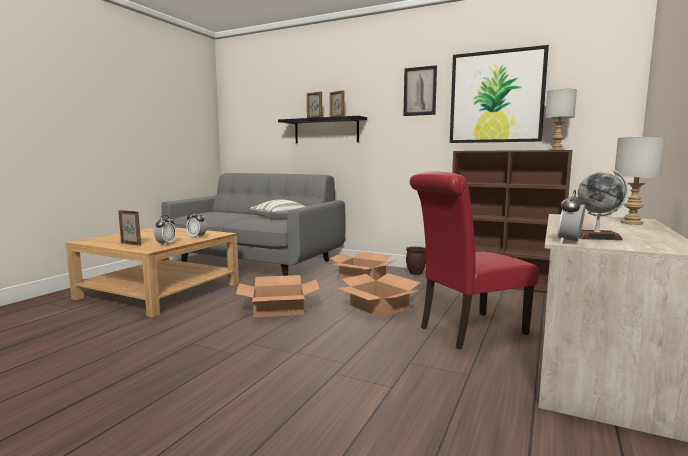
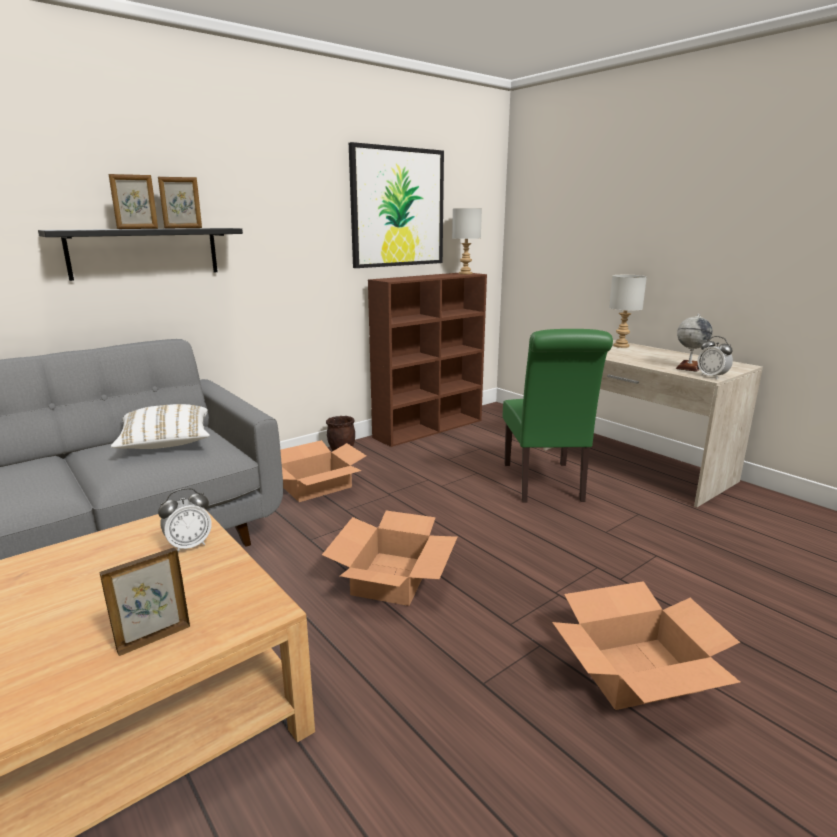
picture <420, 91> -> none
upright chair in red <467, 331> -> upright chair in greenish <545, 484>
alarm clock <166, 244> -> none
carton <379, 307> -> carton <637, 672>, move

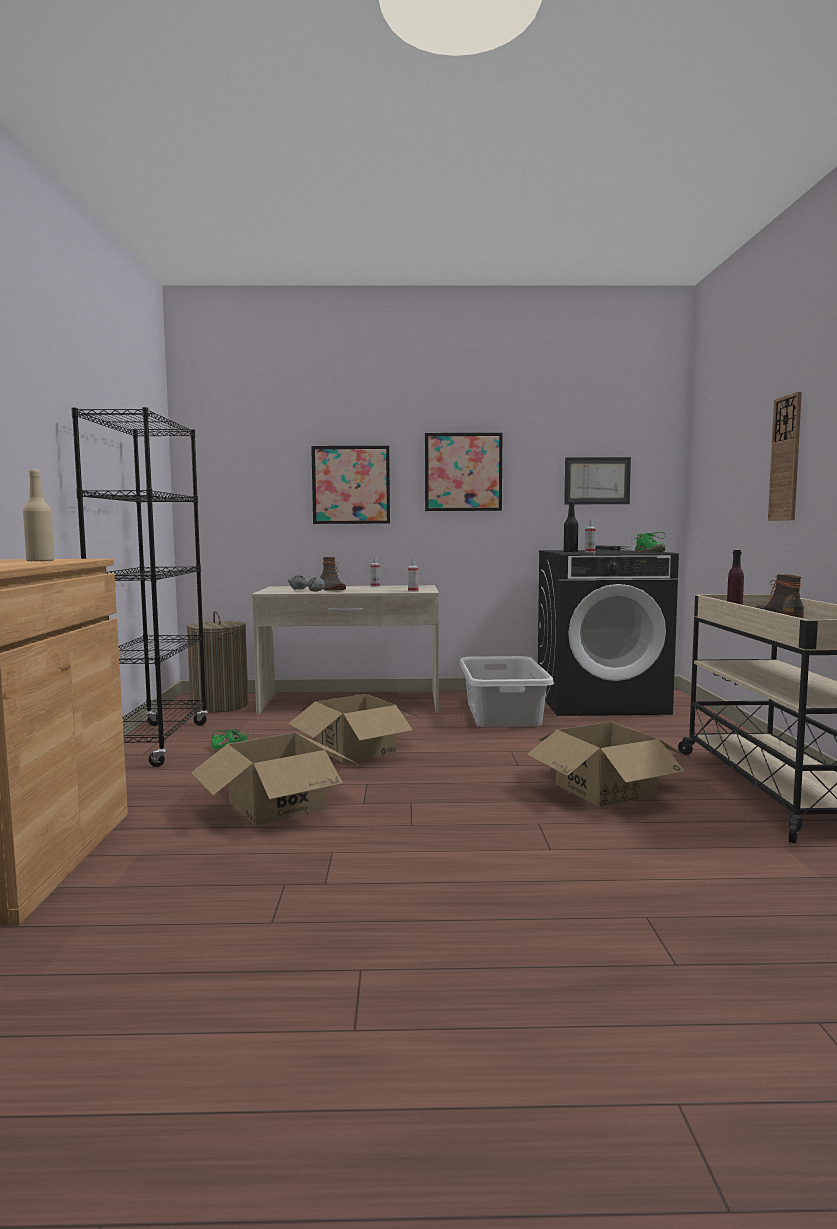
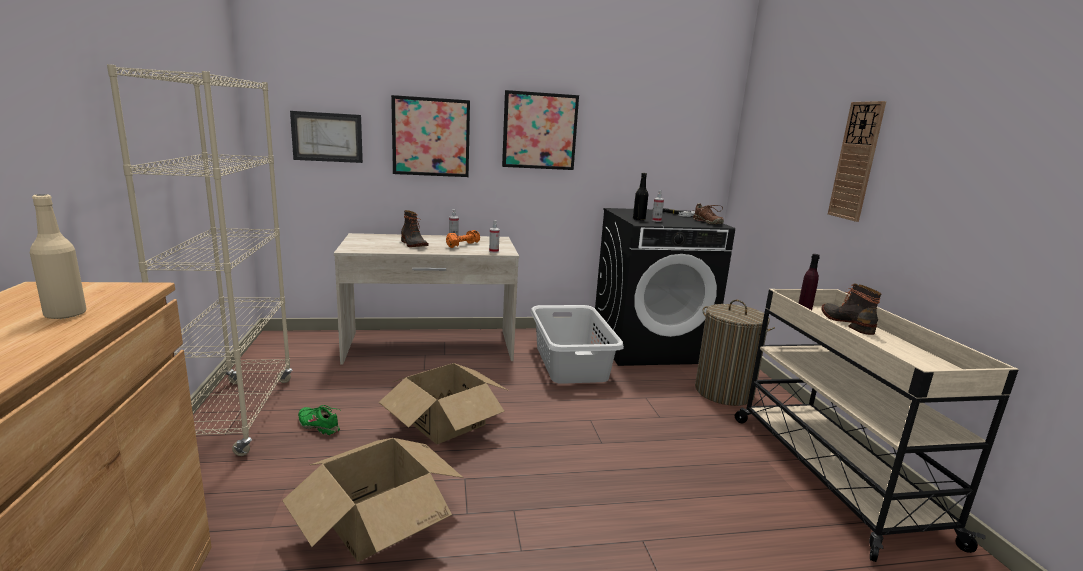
bookcase in blackish <155, 744> -> bookcase in beige-coloured <238, 415>
picture <597, 481> -> picture <327, 137>, move
shoe in greenish <649, 552> -> shoe in brown <707, 222>
hand weight in gray <307, 591> -> none
hamper <219, 705> -> hamper <724, 392>, move
carton <605, 789> -> none
none -> hand weight in orange <462, 245>

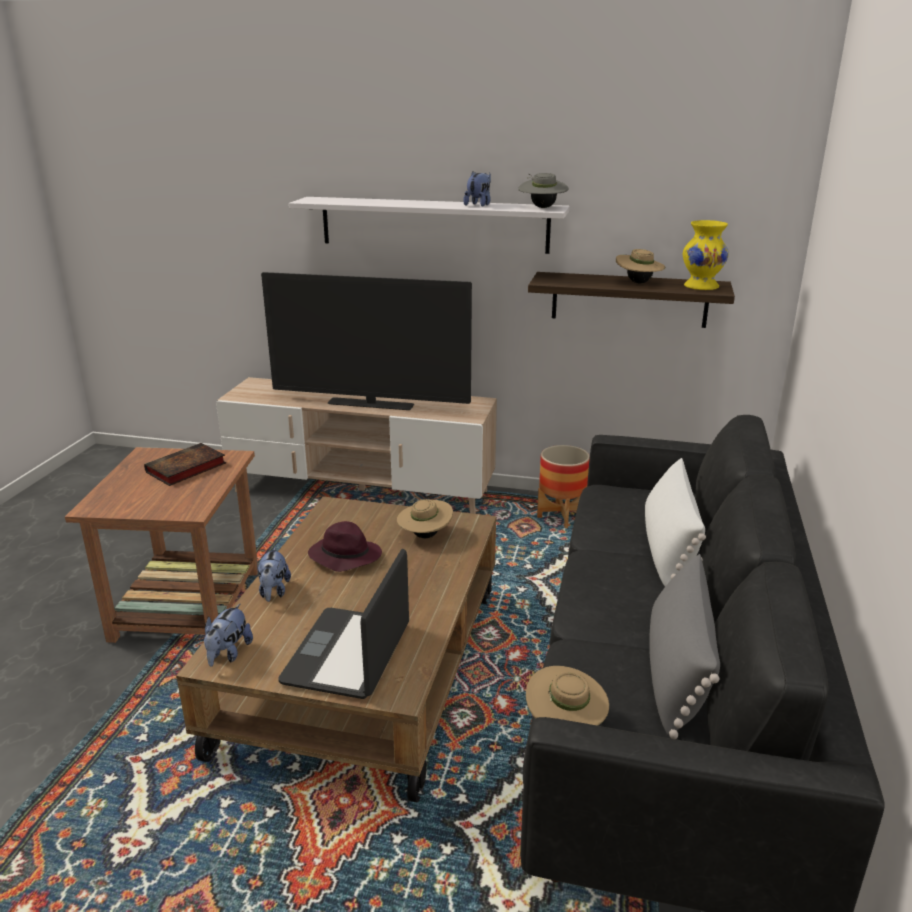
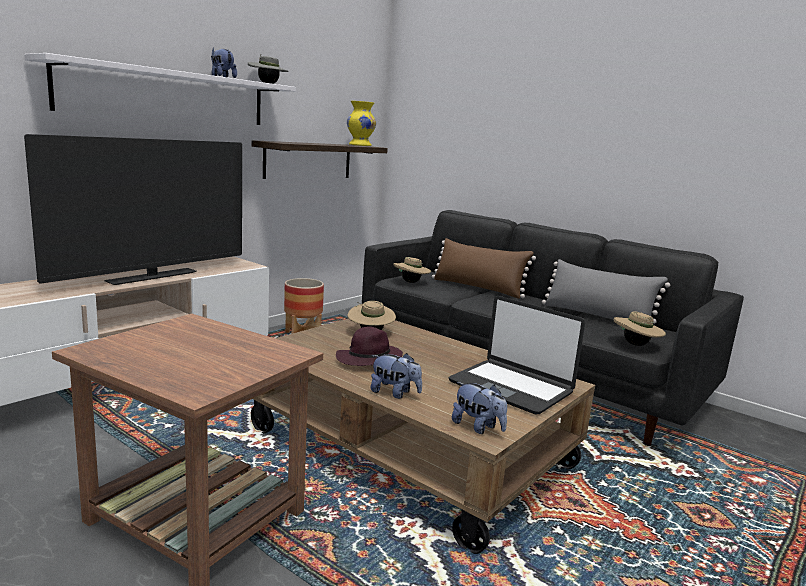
hat in beige-coloured <638, 283> -> hat in beige-coloured <411, 282>, move
book <185, 469> -> none
throw pillow in white <668, 547> -> throw pillow in brown <478, 288>

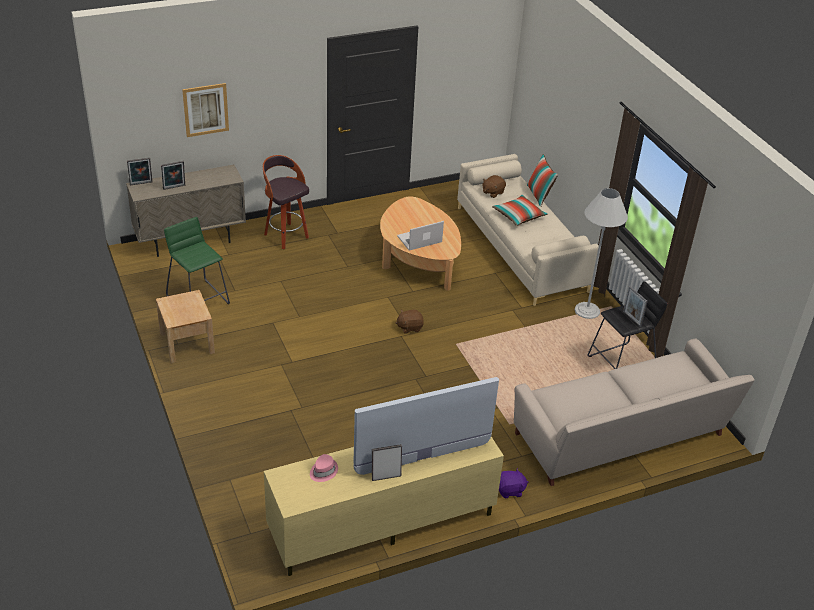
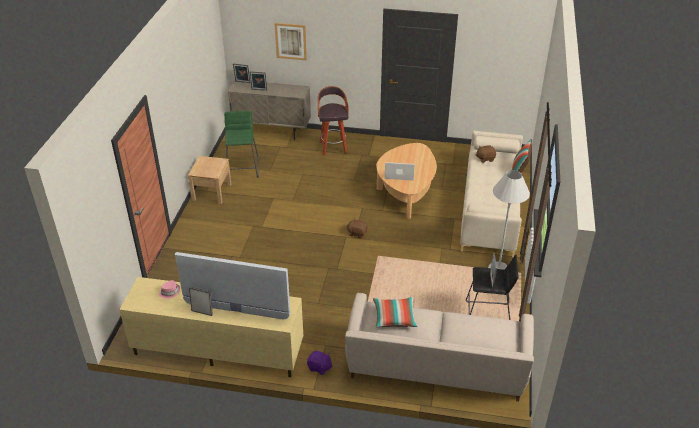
throw pillow <519, 216> -> throw pillow <394, 317>, move

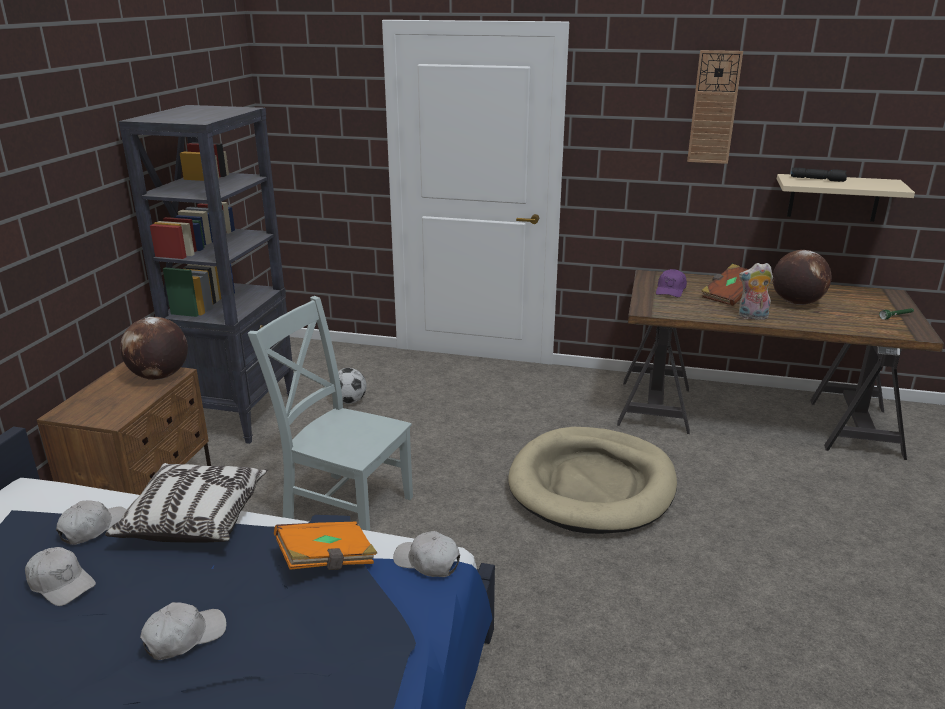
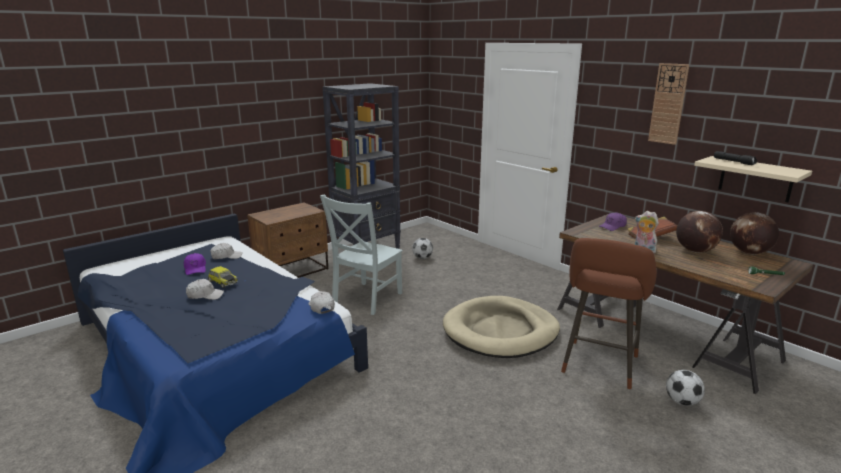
upright chair in gray <345, 507> -> upright chair in gray <365, 299>, 120 degrees counterclockwise
desk globe <159, 376> -> desk globe <749, 253>, move
throw pillow <195, 518> -> none
book in orange <327, 560> -> none
cap in white <61, 583> -> cap in purple-coloured <195, 269>
none -> stool seat in brown <599, 366>
none -> toy car <222, 282>
none -> football <682, 402>

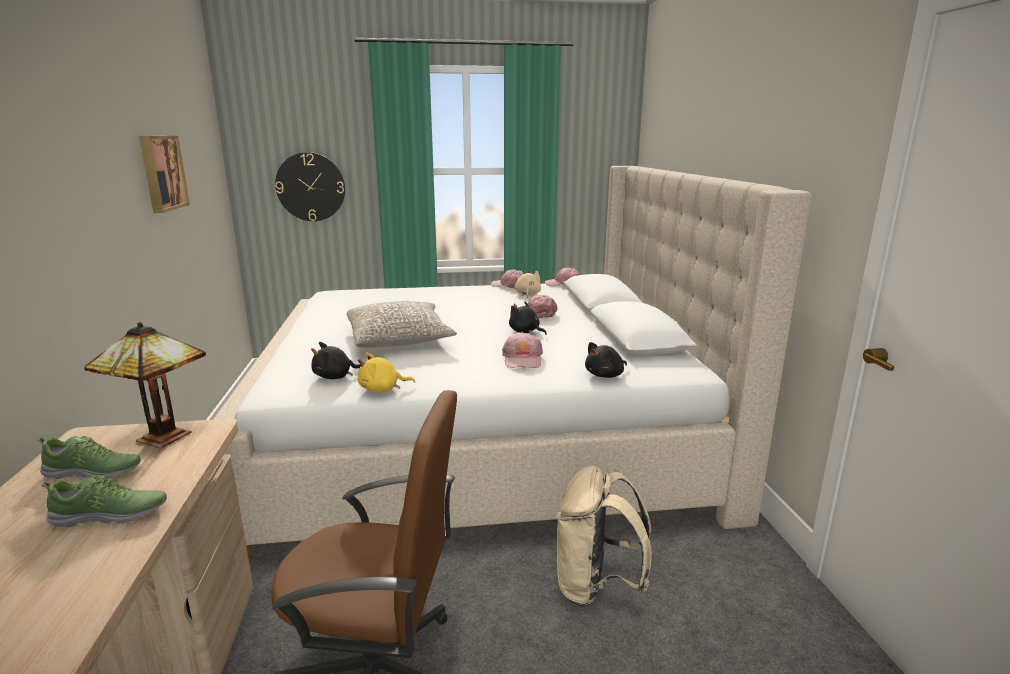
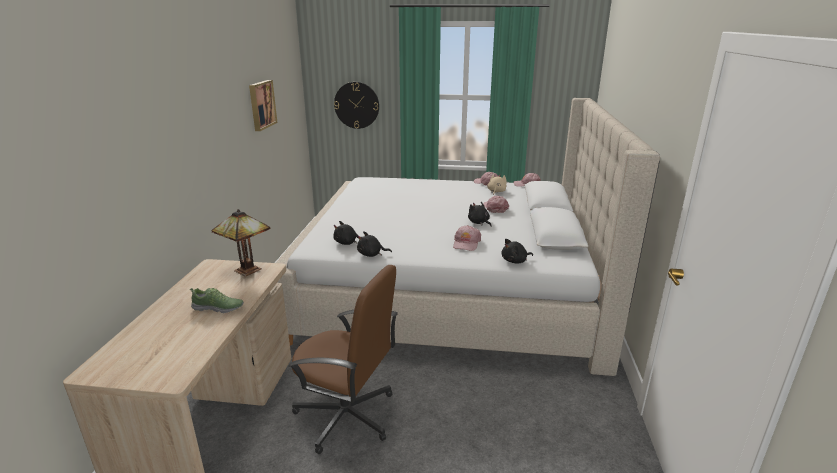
throw pillow in gray <399, 339> -> none
plush toy in yellowish <382, 389> -> plush toy in blackish <371, 254>
shoe <94, 472> -> none
rucksack in beige-coloured <596, 586> -> none

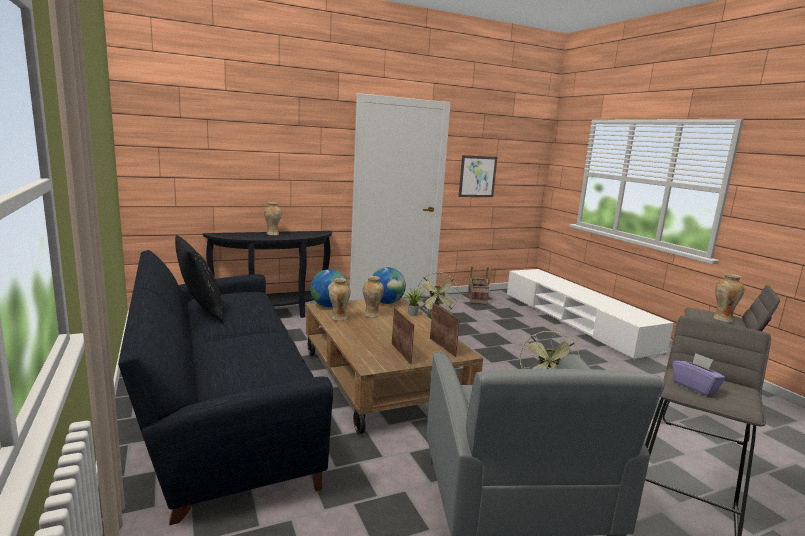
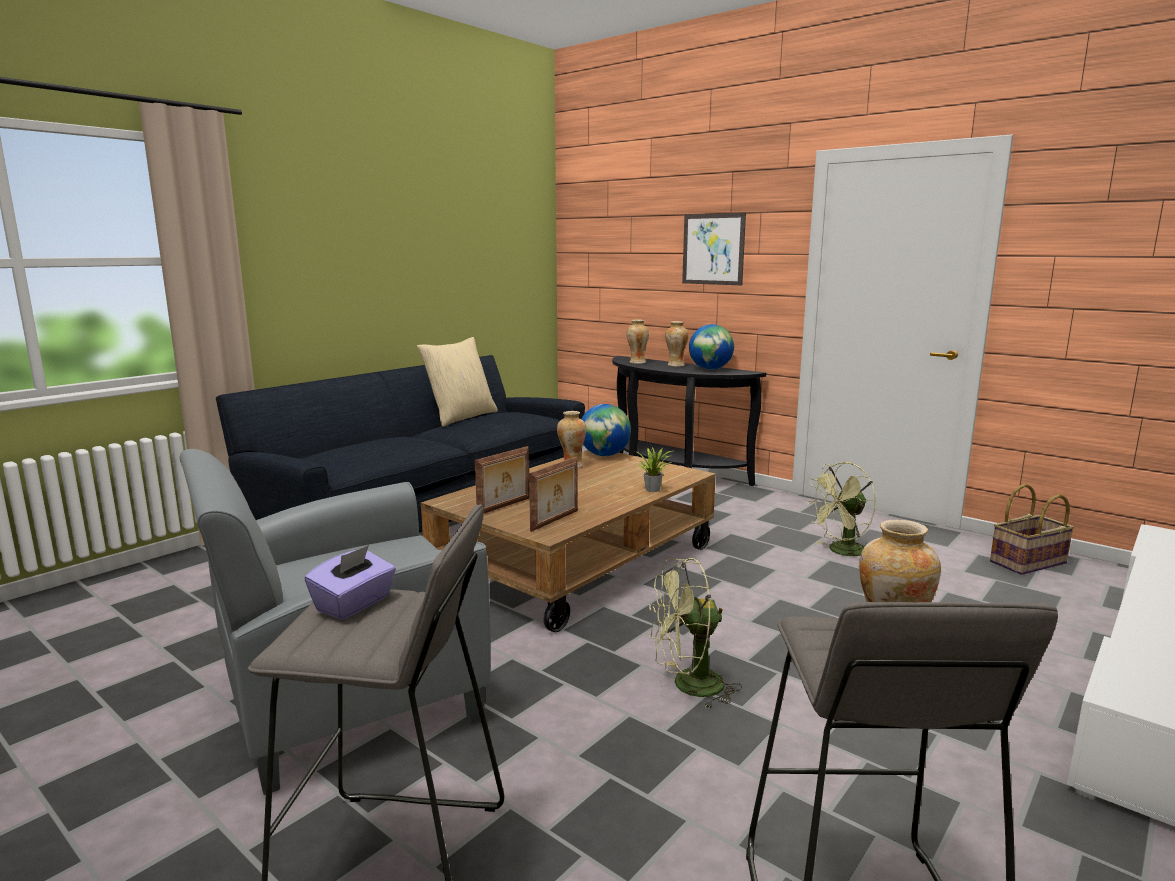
picture <477, 176> -> picture <713, 249>, move
throw pillow in blackish <200, 311> -> throw pillow in beige-coloured <461, 417>
desk globe <386, 303> -> desk globe <710, 369>, move
vase <371, 315> -> vase <637, 362>, move

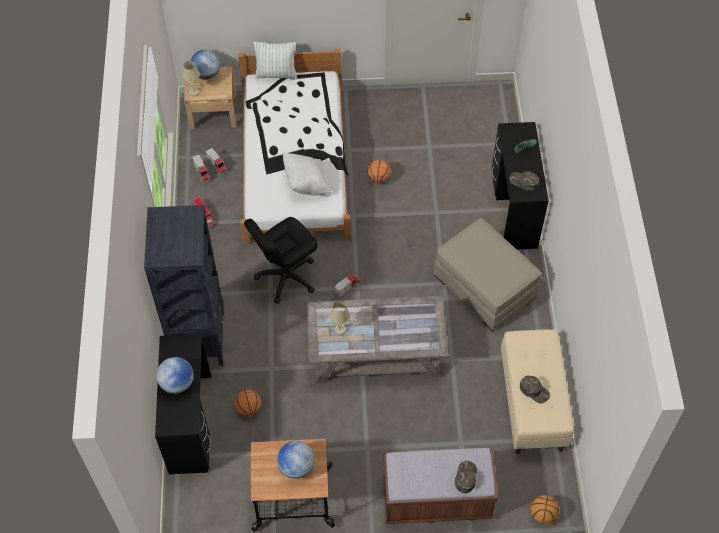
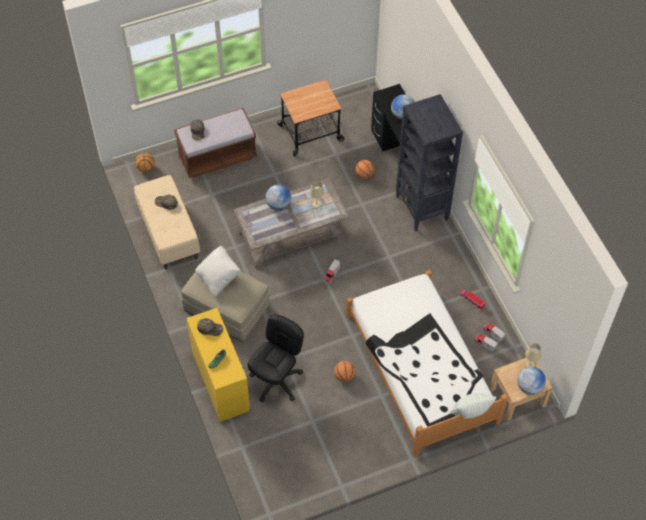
desk in blackish <514, 210> -> desk in yellowish <220, 381>
throw pillow in white <306, 184> -> throw pillow in white <218, 278>, move
desk chair in blackish <286, 276> -> desk chair in blackish <276, 381>, move
desk globe <296, 466> -> desk globe <278, 204>, move

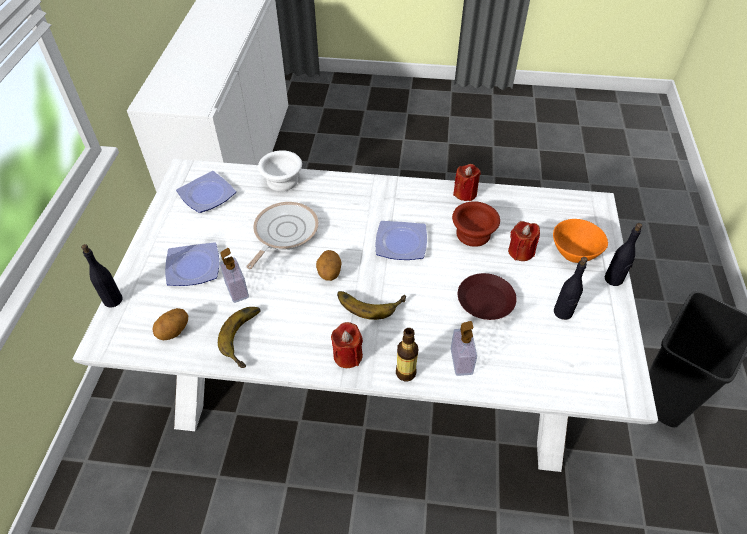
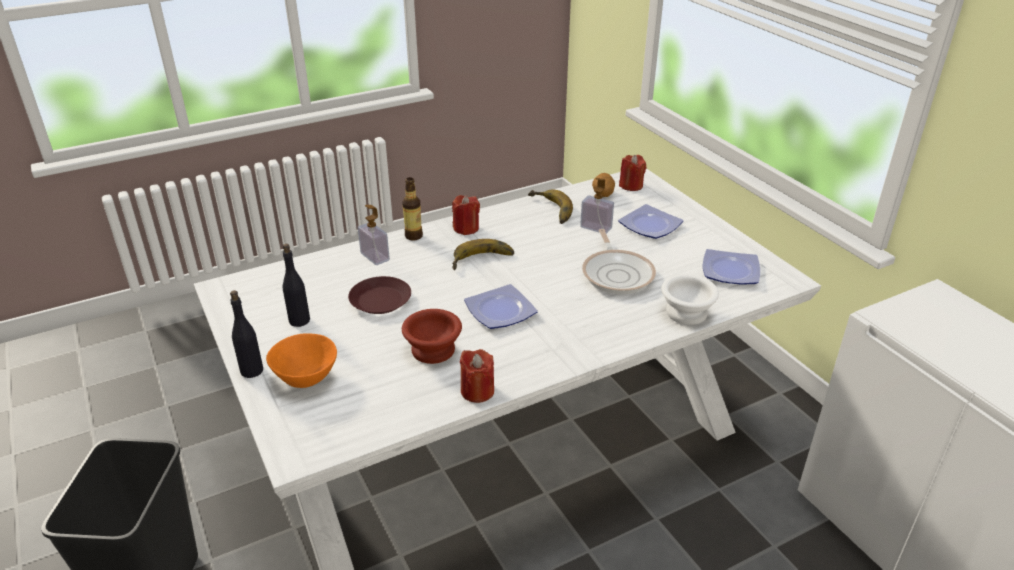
wax light in red <521, 252> -> wax light in red <631, 185>, move
drink bottle in blackish <112, 300> -> none
potato <329, 273> -> none

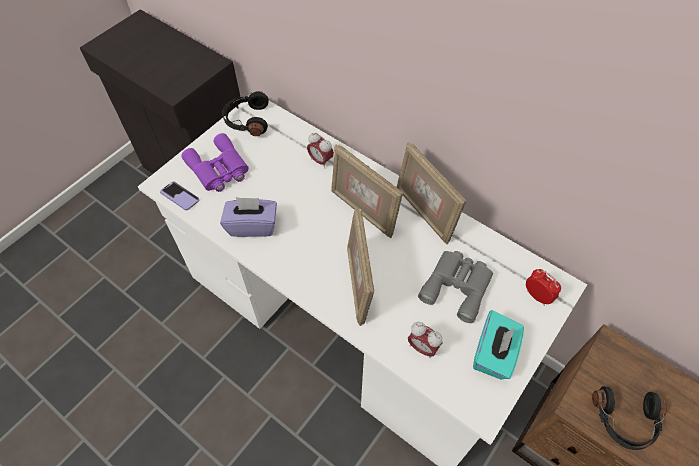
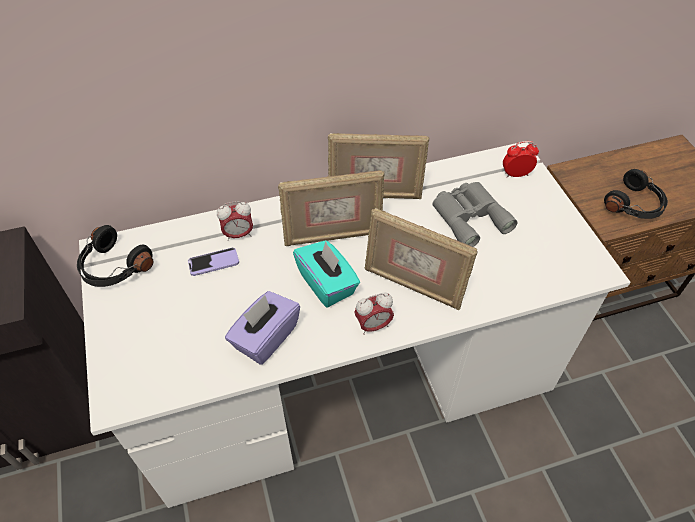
pair of binoculars in purple-coloured <218, 169> -> none
phone <180, 196> -> phone <213, 262>, move
tissue box in blue-green <494, 354> -> tissue box in blue-green <327, 284>, move
alarm clock <422, 347> -> alarm clock <373, 326>, move

